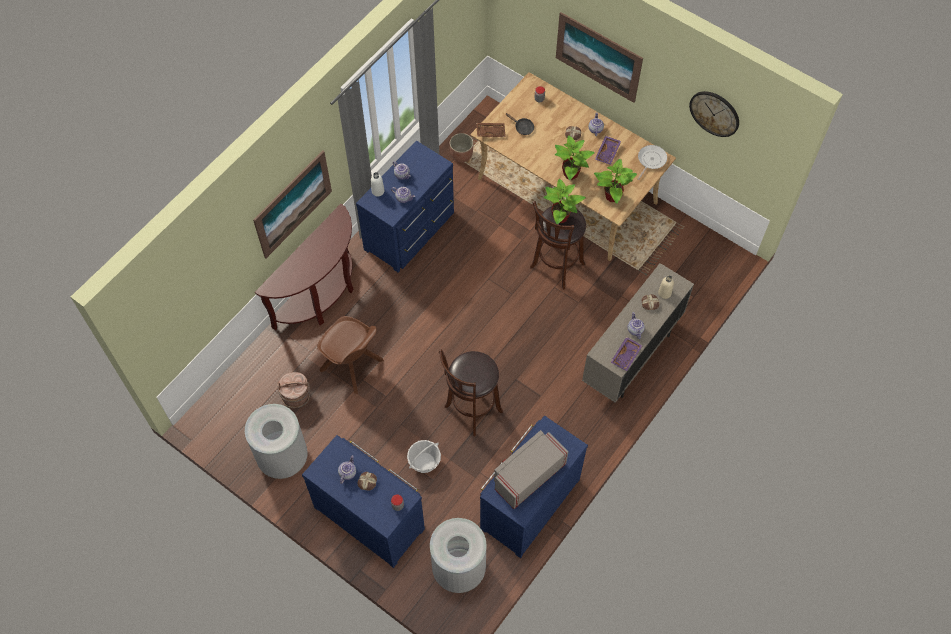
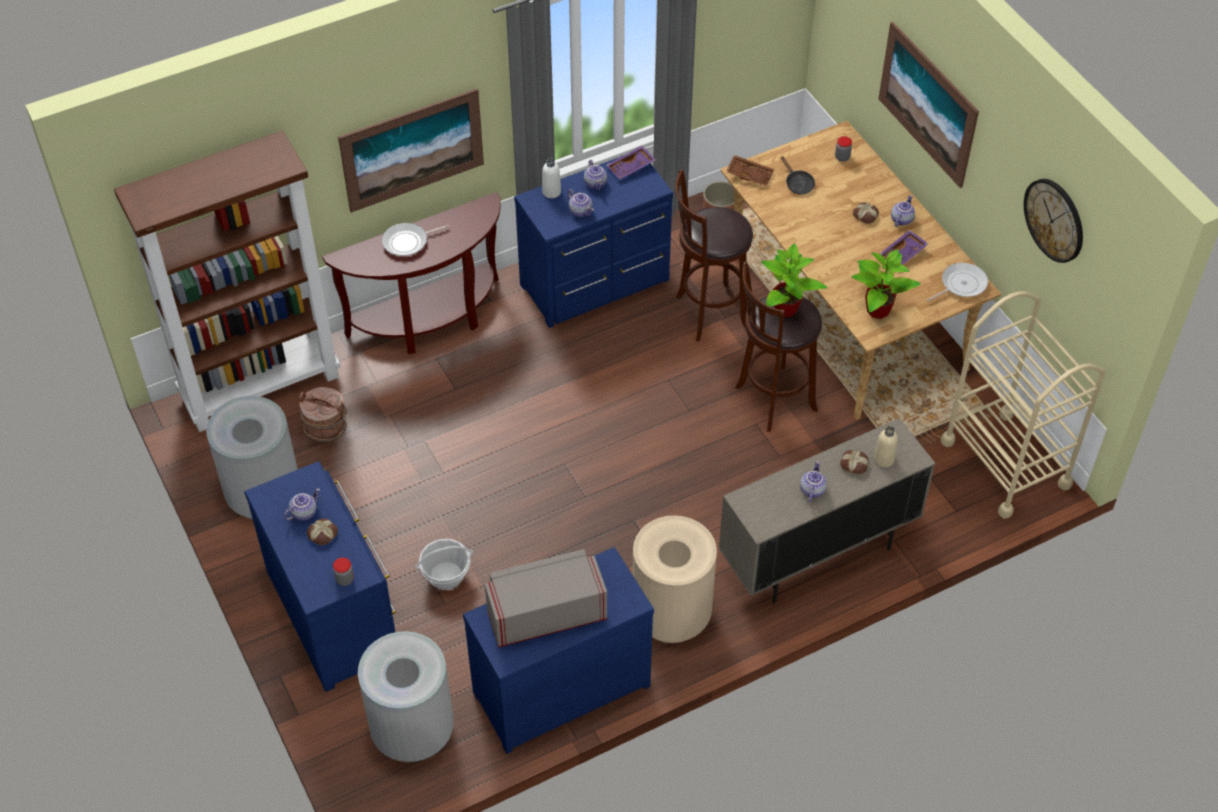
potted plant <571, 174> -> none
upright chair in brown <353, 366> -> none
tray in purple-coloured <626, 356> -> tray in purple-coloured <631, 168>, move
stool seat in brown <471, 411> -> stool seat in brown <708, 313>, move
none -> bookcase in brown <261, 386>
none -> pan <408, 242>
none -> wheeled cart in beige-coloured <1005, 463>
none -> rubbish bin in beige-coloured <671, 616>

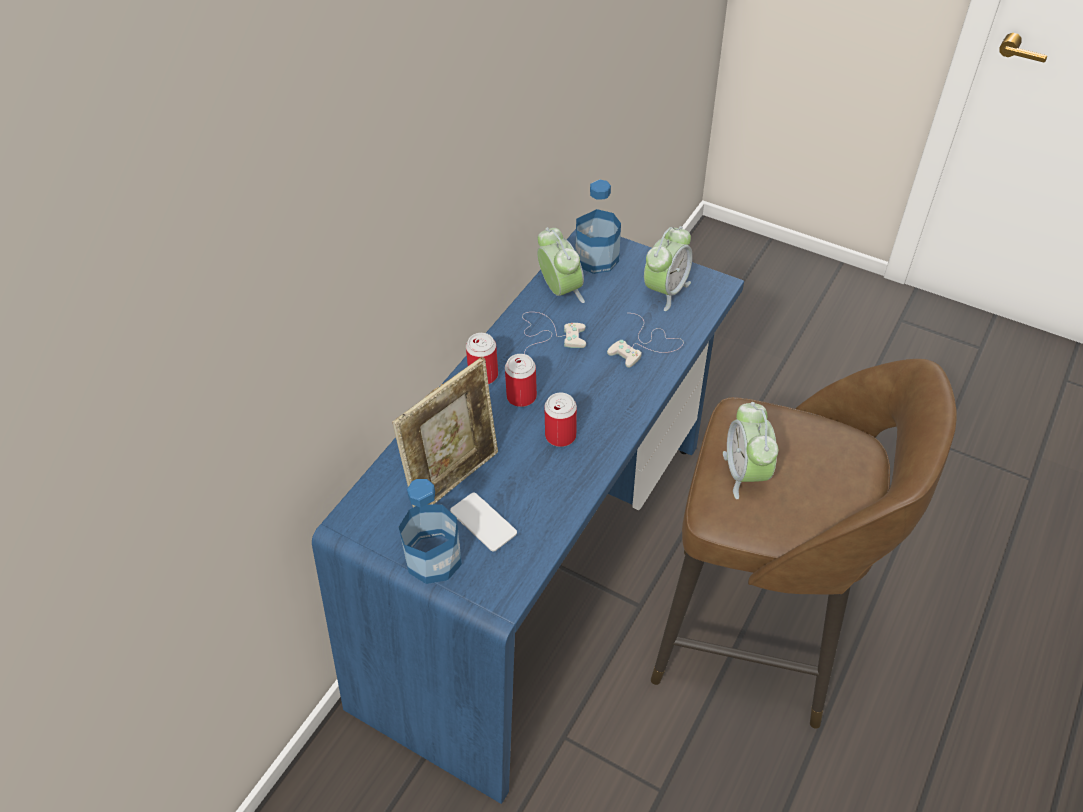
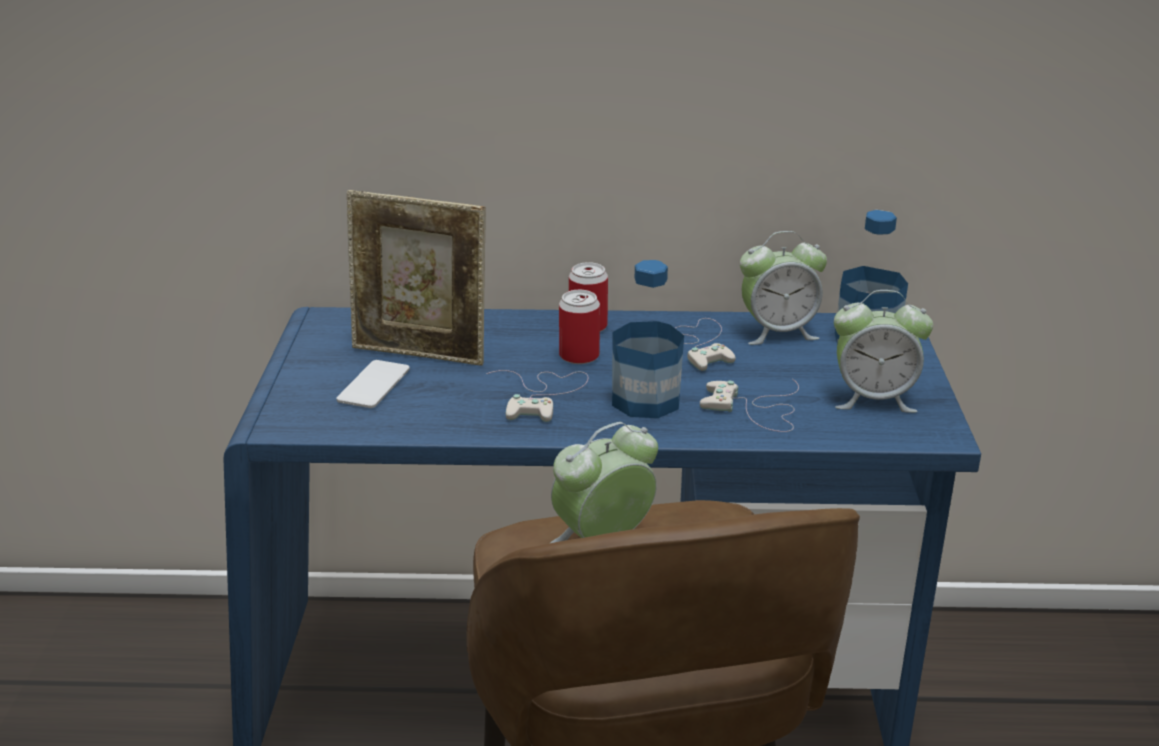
alarm clock <560, 291> -> alarm clock <778, 332>, 45 degrees clockwise
can <560, 436> -> gamepad in white <542, 395>
drink bottle <434, 559> -> drink bottle <646, 400>, move

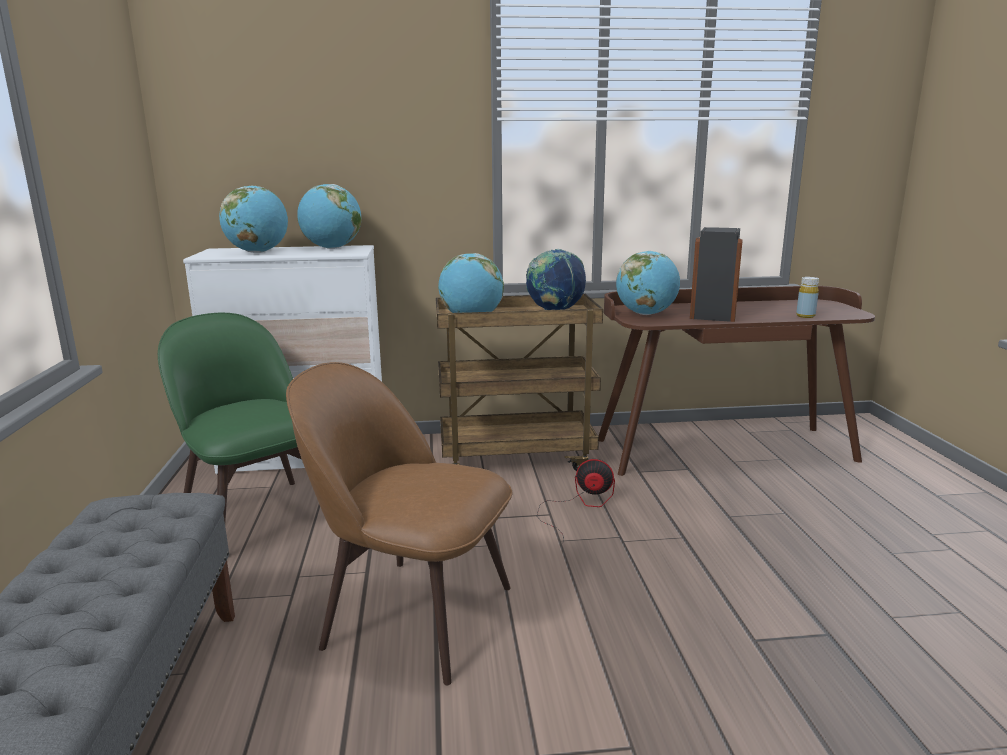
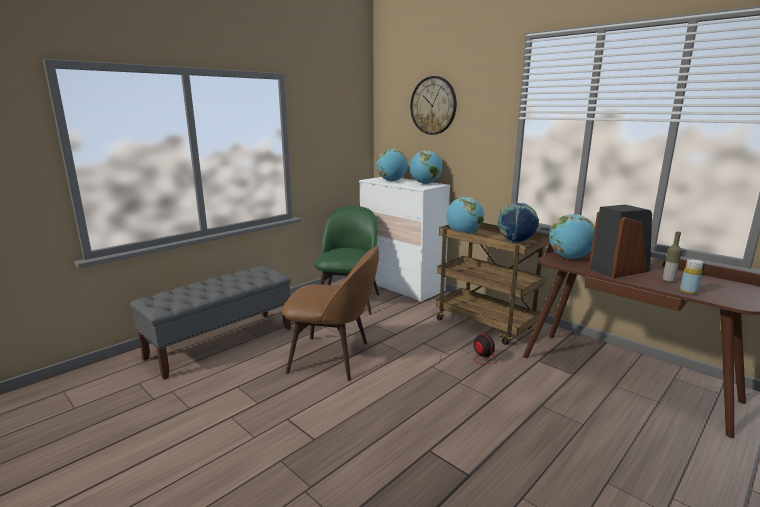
upright chair in brown <412, 614> -> upright chair in brown <333, 358>, 120 degrees clockwise
none -> clock on the wall <433, 105>
none -> drink bottle <668, 281>

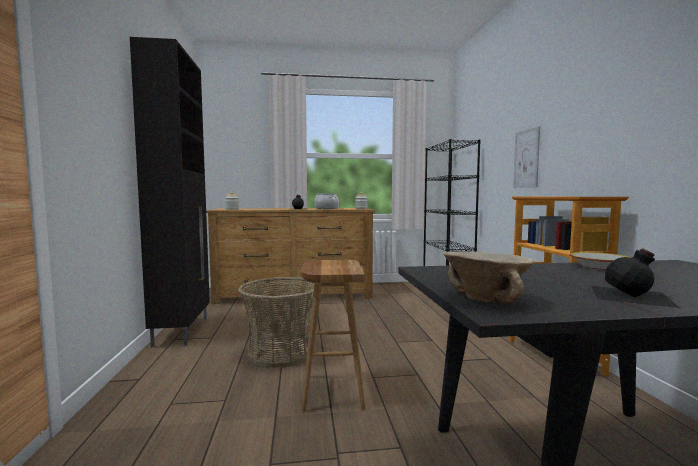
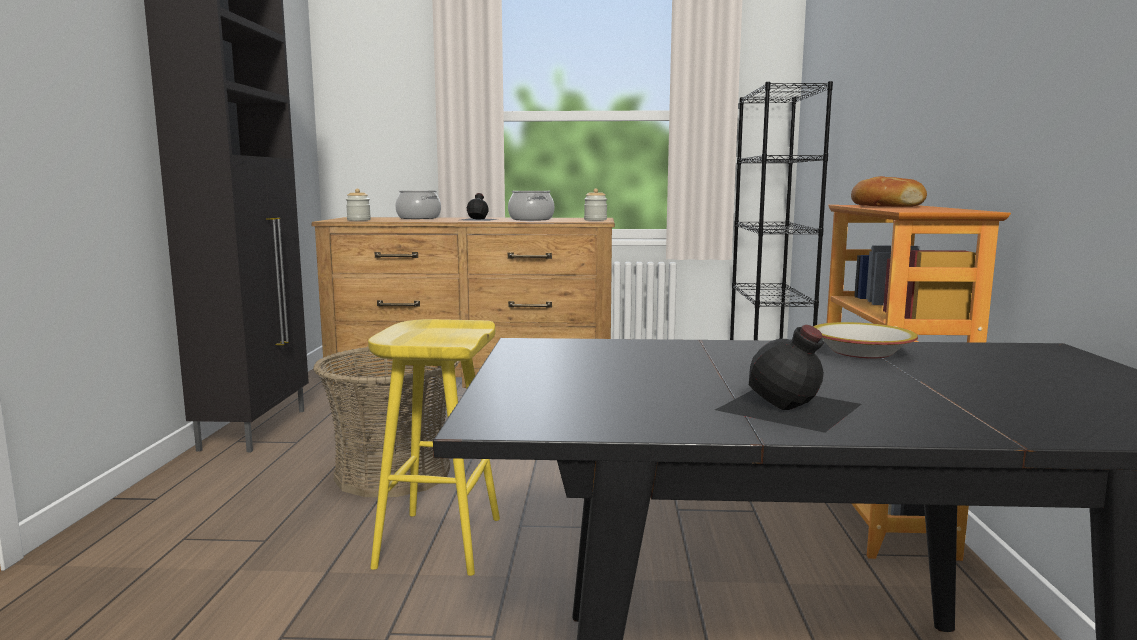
picture <526, 159> -> none
bowl in beige-coloured <486, 299> -> none
stool seat in brown <332, 390> -> stool seat in yellowish <438, 541>
none -> bakery bread <885, 206>
none -> cooking pot <419, 218>

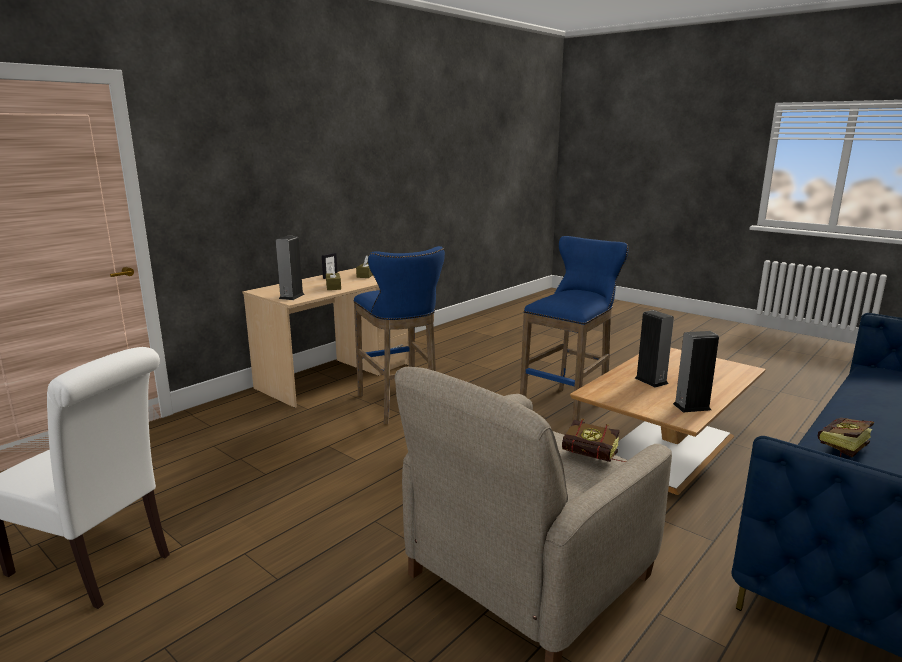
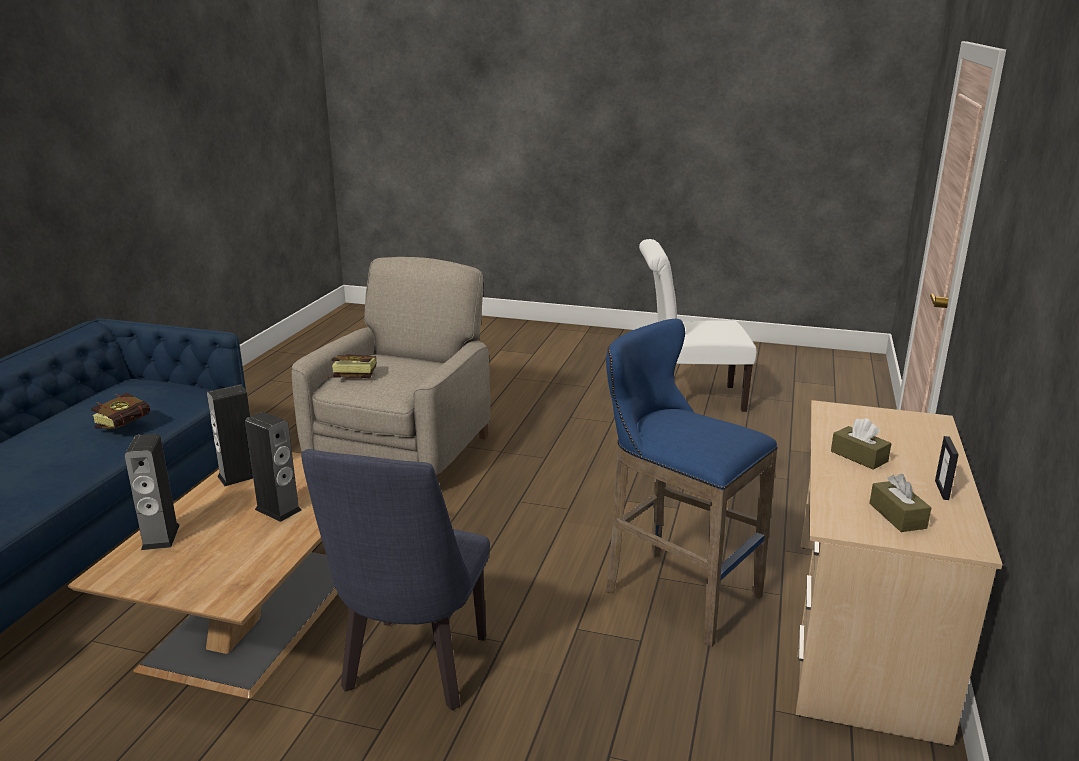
loudspeaker <291, 296> -> loudspeaker <160, 537>, move
stool seat in blue-coloured <568, 405> -> upright chair in blue-coloured <413, 672>

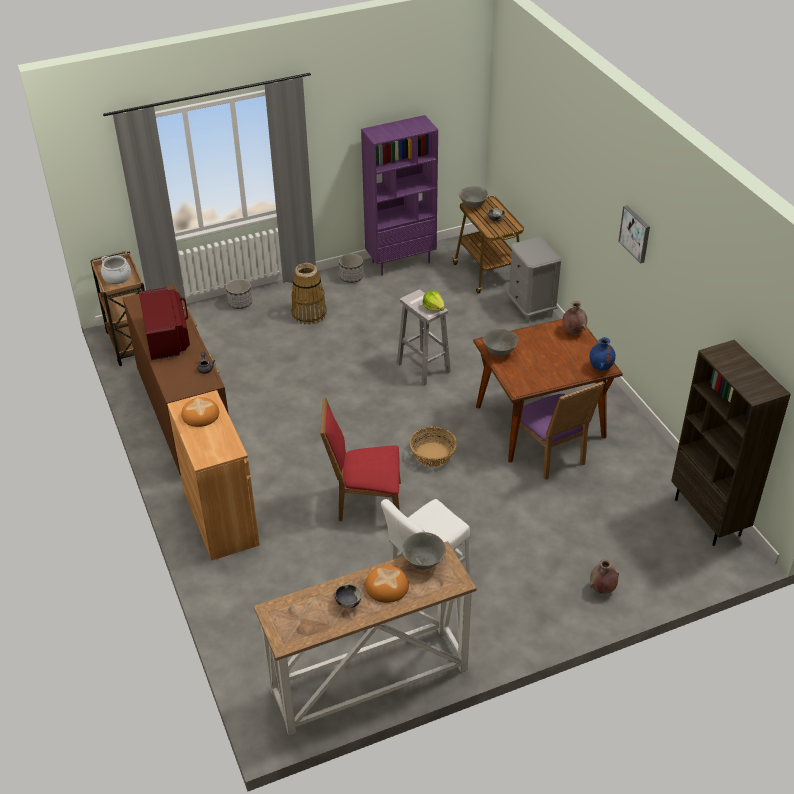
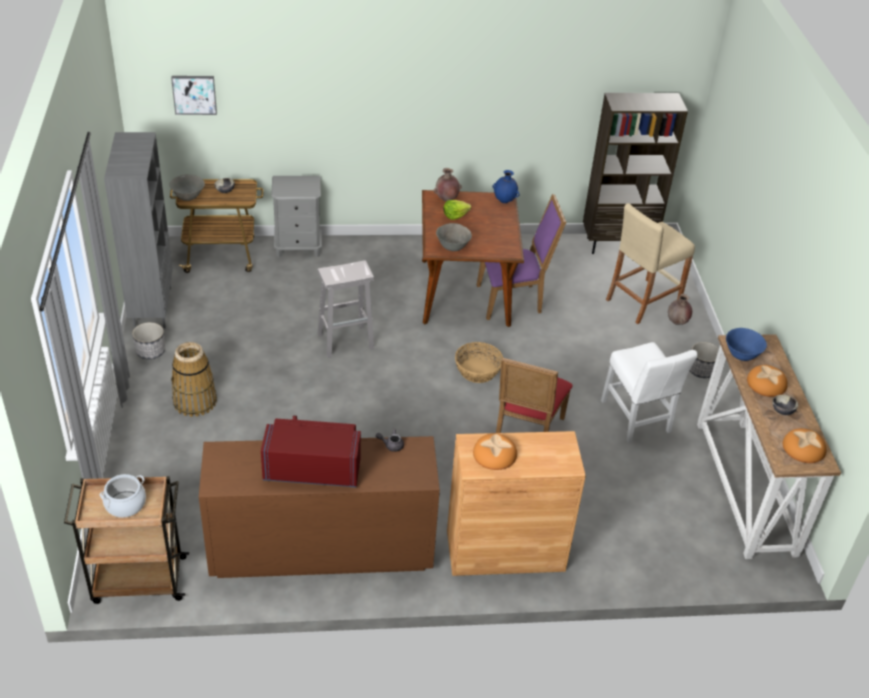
bookcase in purple-coloured <401, 262> -> bookcase in gray <151, 307>
picture <635, 233> -> picture <194, 94>, move
plant pot <240, 303> -> plant pot <701, 370>, move
lettuce head <434, 307> -> lettuce head <455, 215>, move
bowl in gray <424, 562> -> bowl in blue-coloured <741, 355>
none -> stool seat in beige-coloured <642, 301>
none -> bakery bread <803, 448>

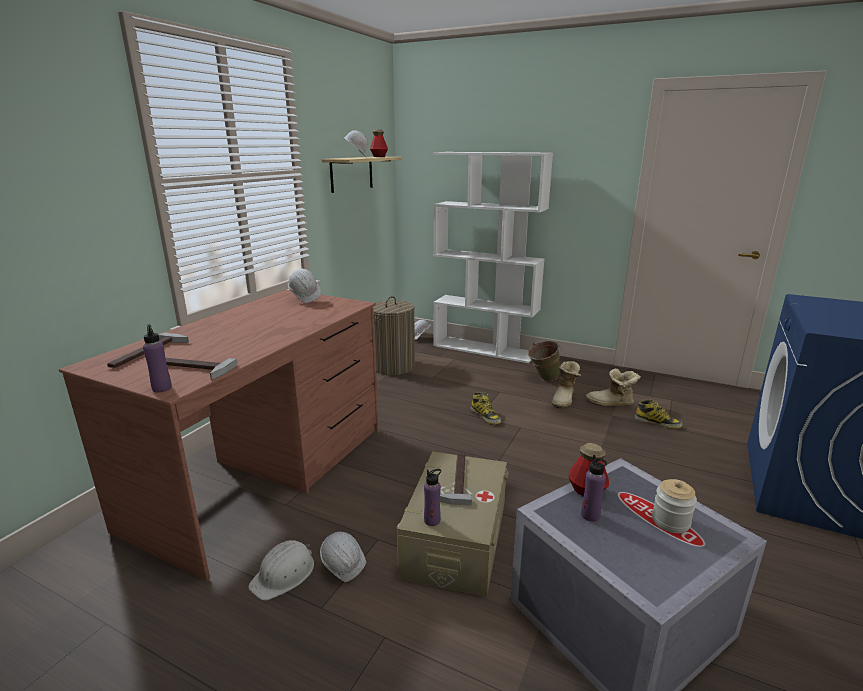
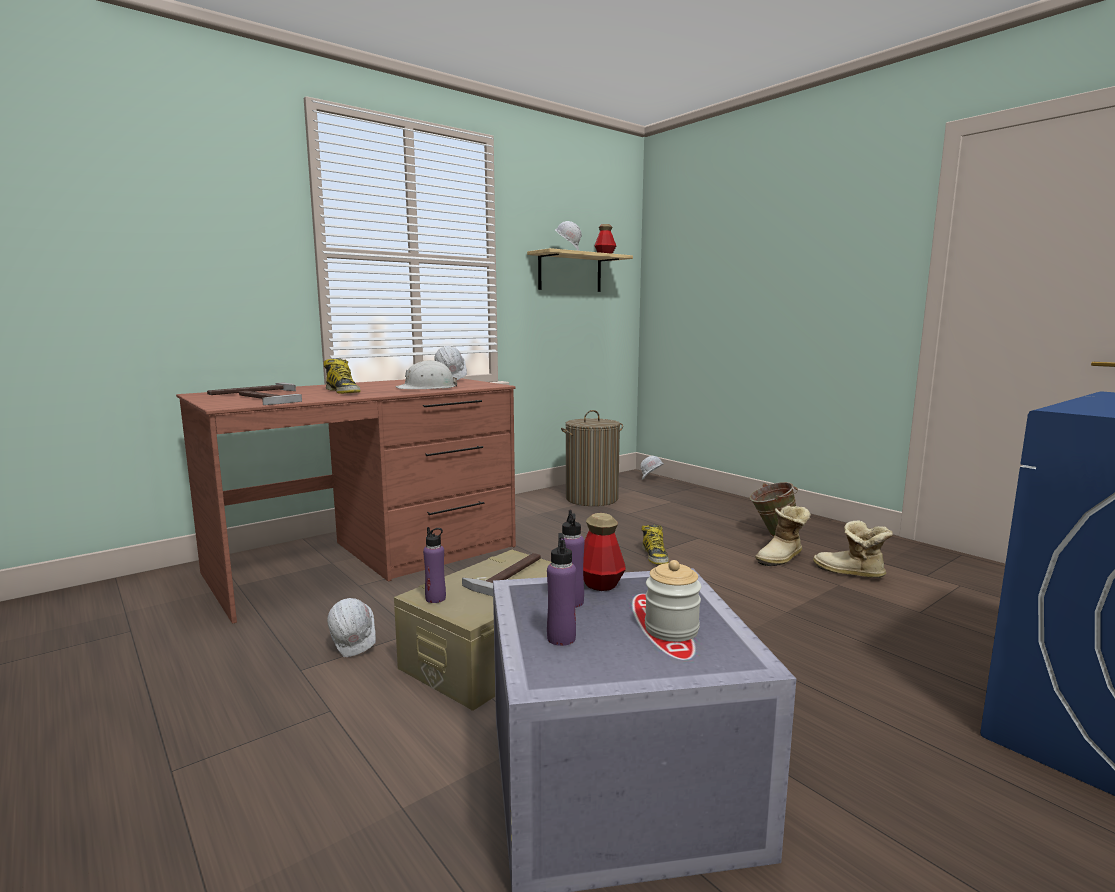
bookcase in white <485, 349> -> none
drink bottle in purple-coloured <162, 388> -> drink bottle in purple-coloured <561, 638>, move
boot <657, 422> -> boot <343, 392>, move
work helmet in white <284, 574> -> work helmet in white <427, 388>, move

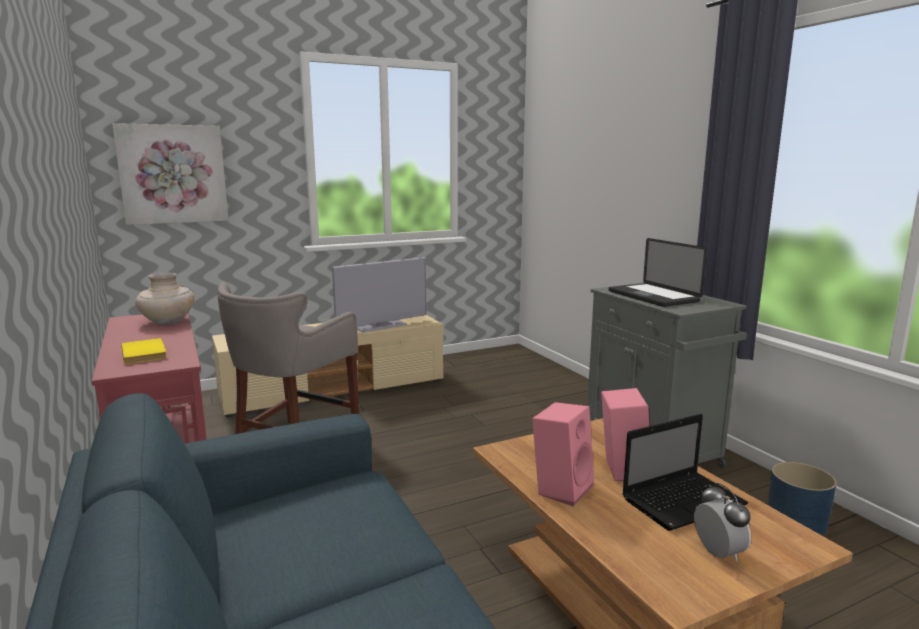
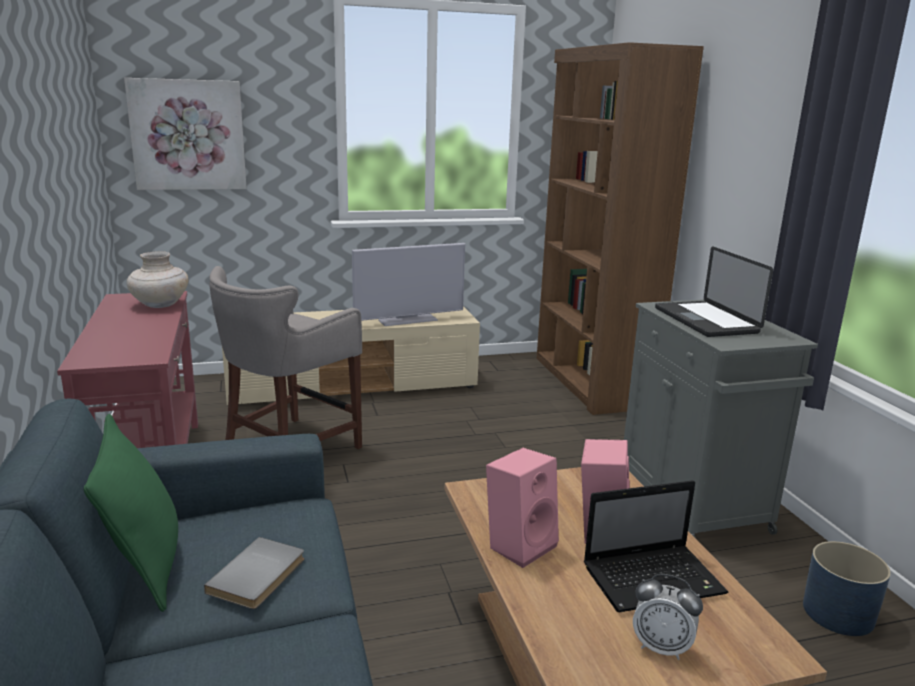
book in yellowish <146, 353> -> none
alarm clock <718, 553> -> alarm clock <661, 647>, 120 degrees clockwise
none -> bookcase in brown <590, 382>
none -> throw pillow in greenish <146, 566>
none -> book in gray <260, 576>

